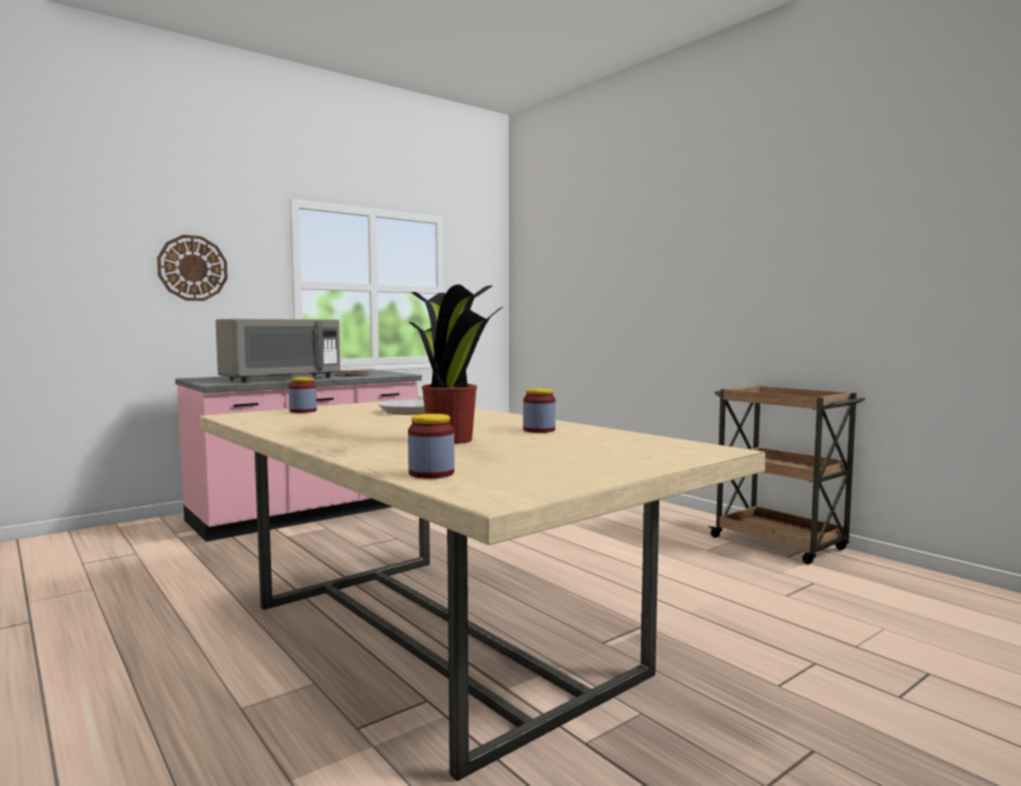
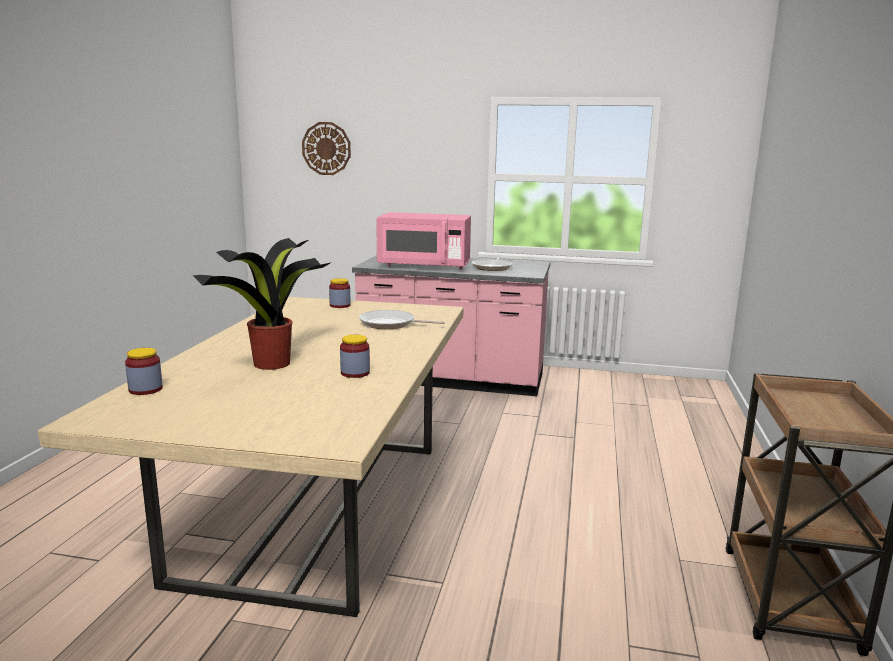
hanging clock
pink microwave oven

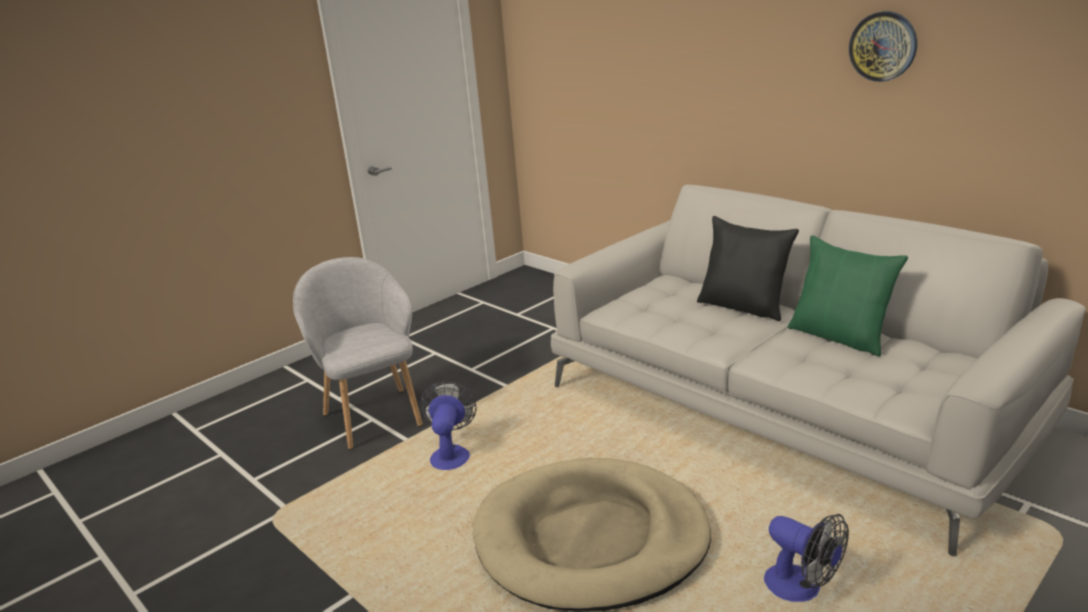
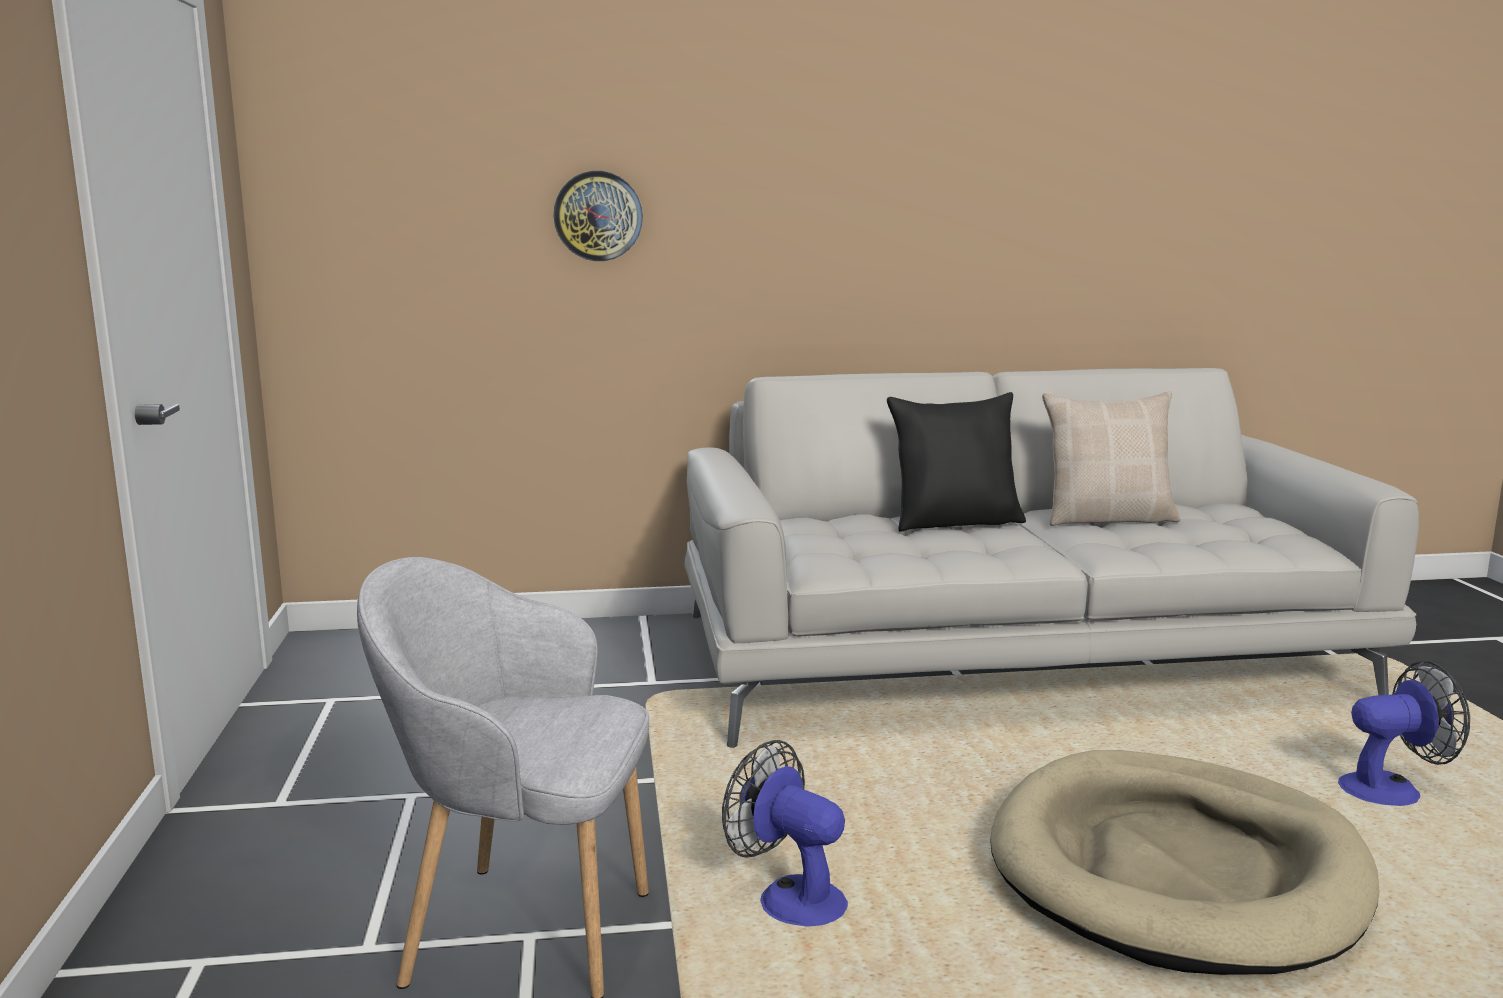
hanging clock
beige-coloured pillow

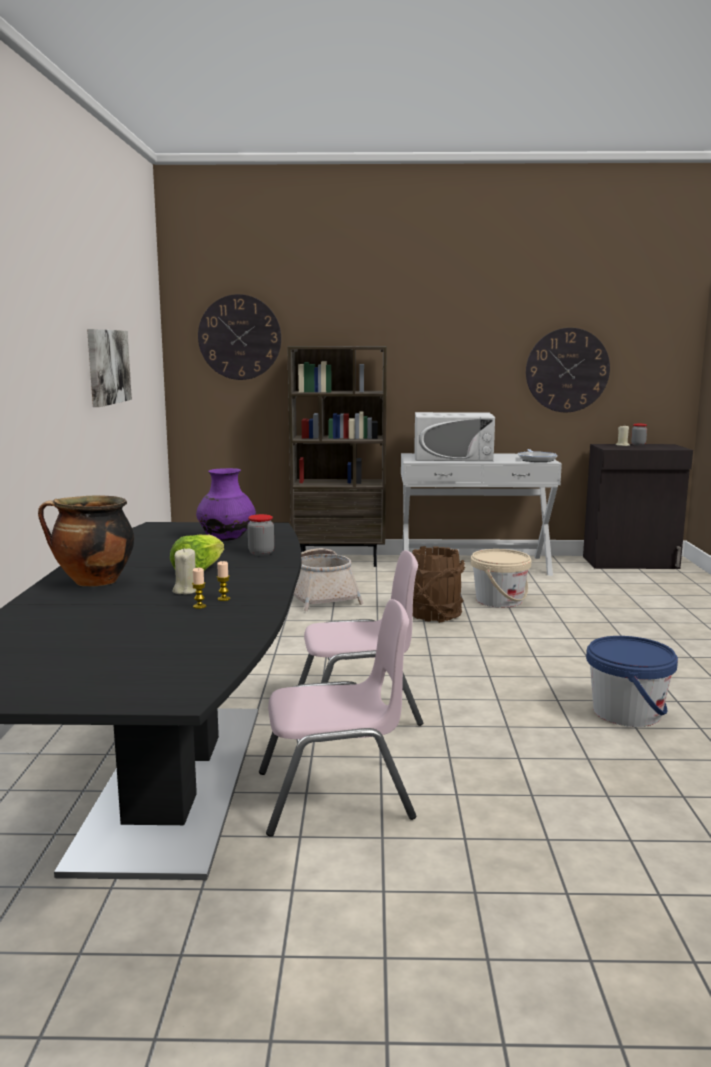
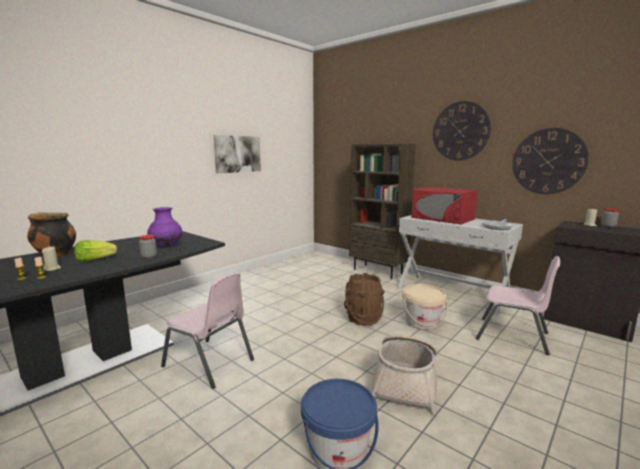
hanging clock (no. 1 from left)
red-coloured microwave oven
household basket
pink chair (no. 2 from left)

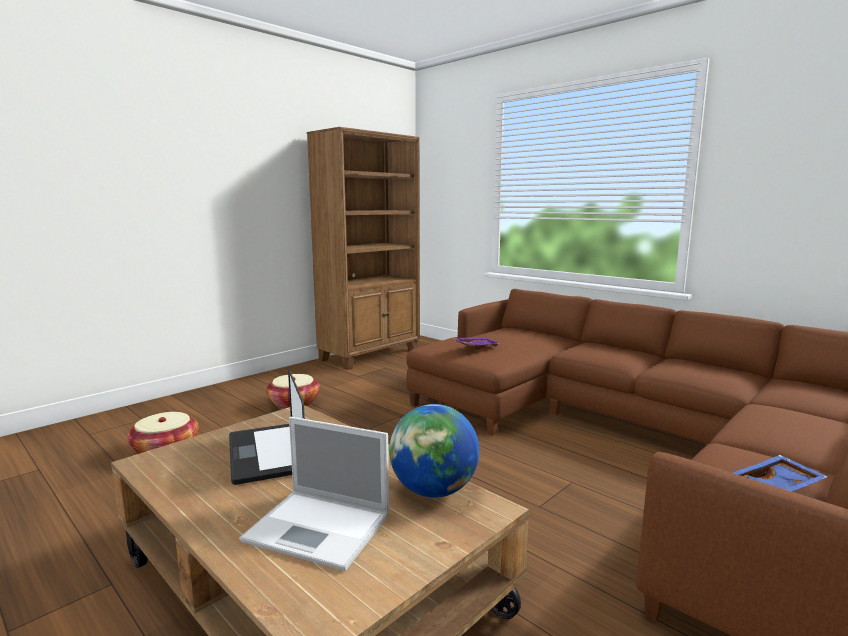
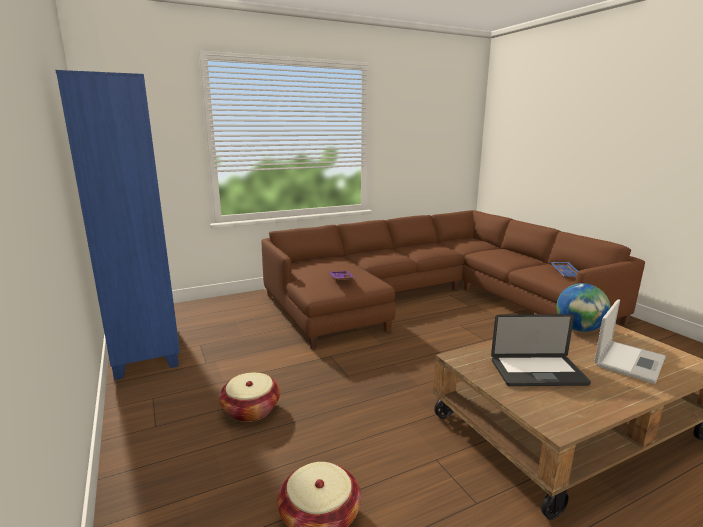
blue bookcase

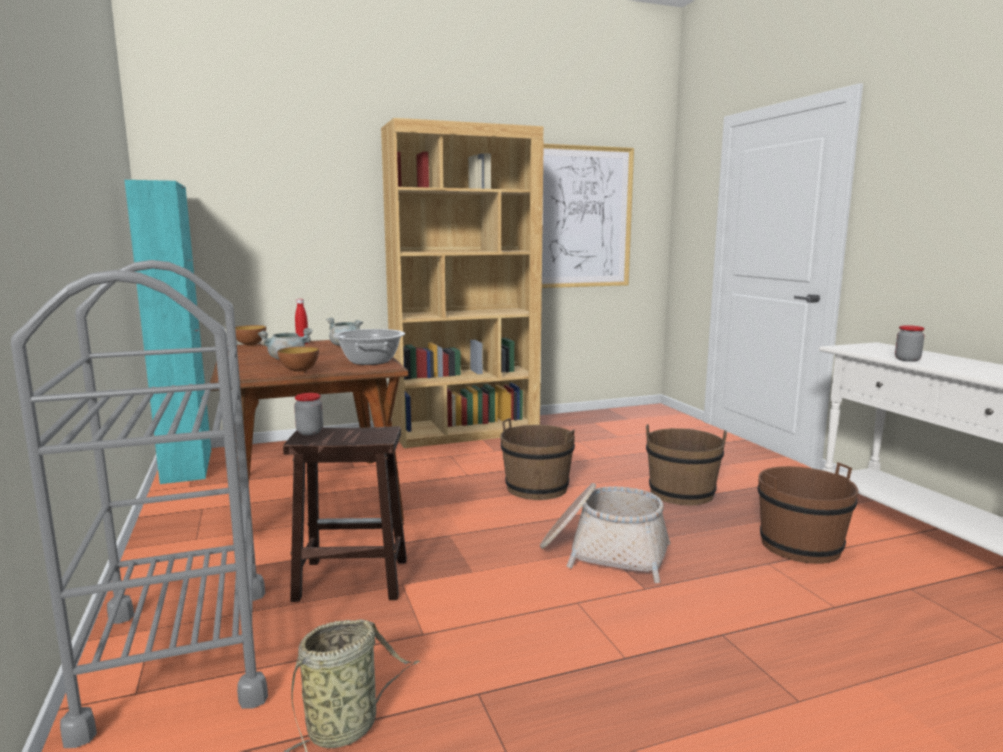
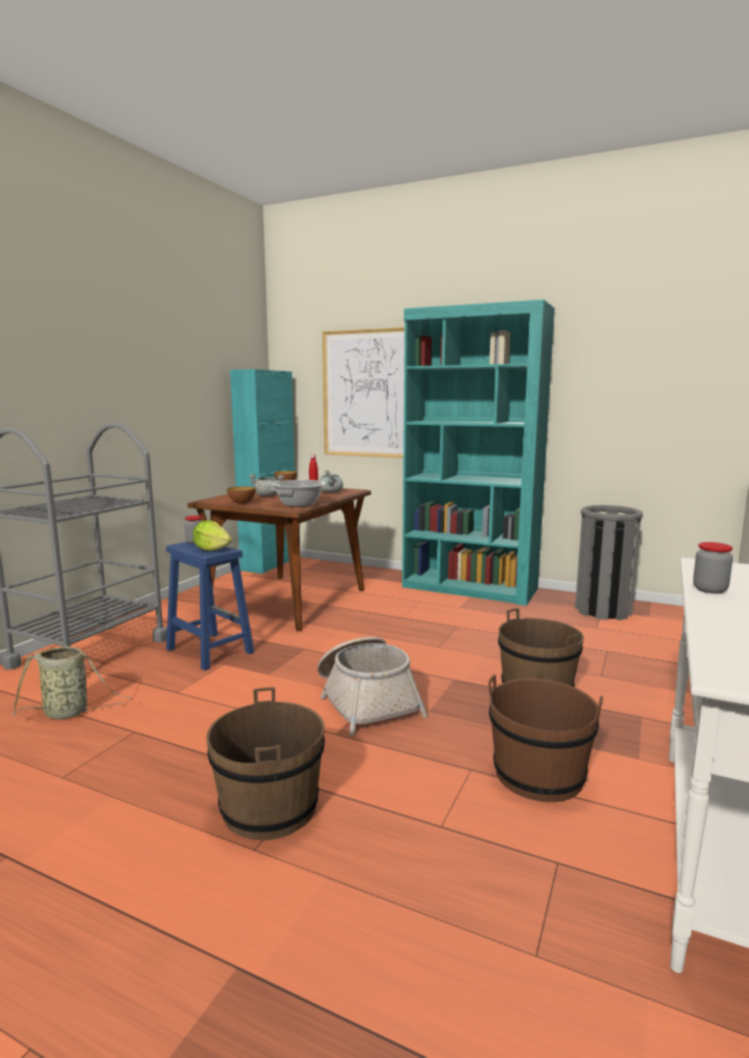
blue-green bookcase
wall picture
brownish bucket (no. 1 from left)
blue sitting stool
gray trash can
head of lettuce

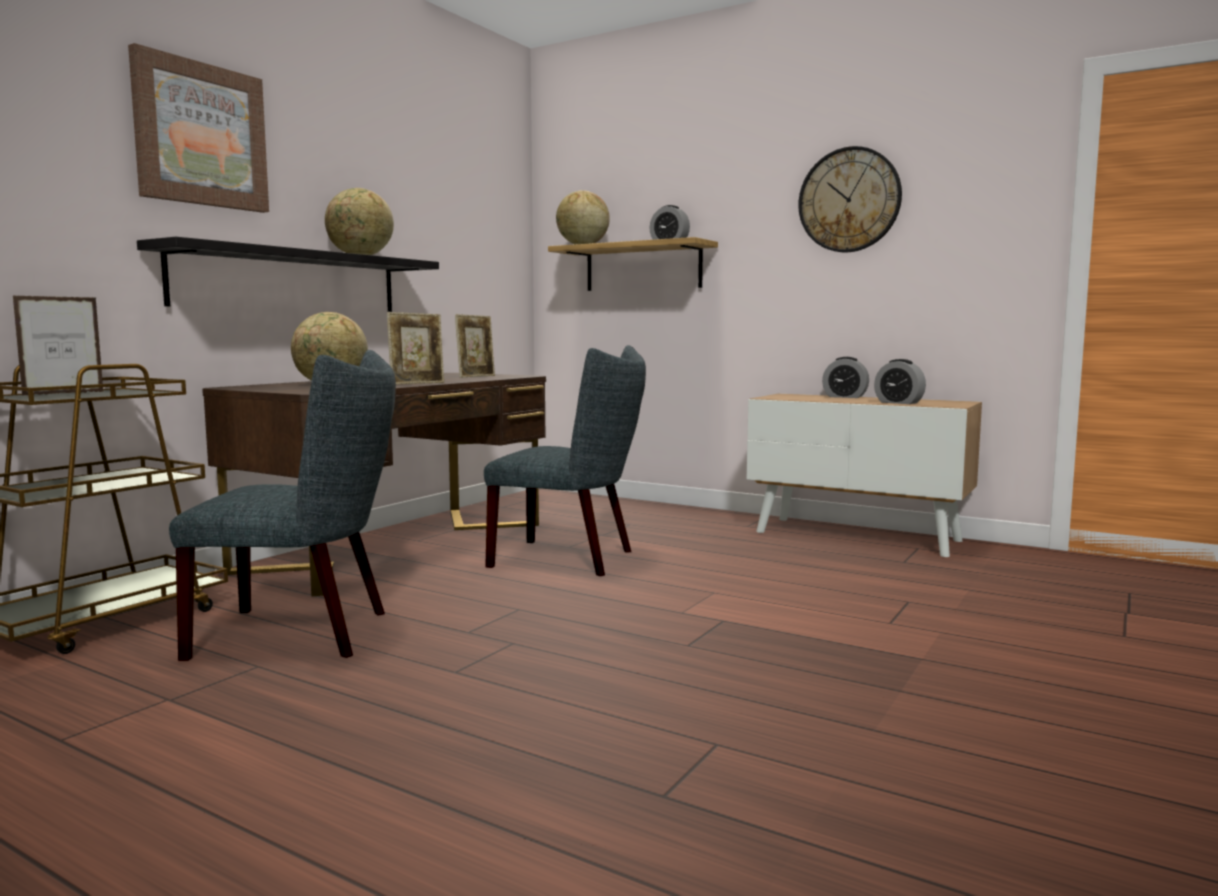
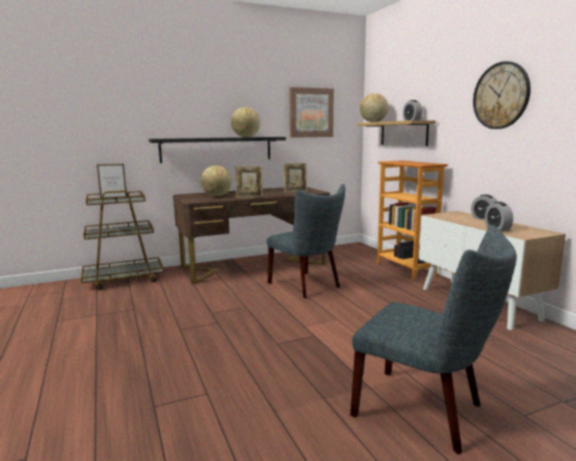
wall picture
gray chair (no. 2 from left)
bookcase

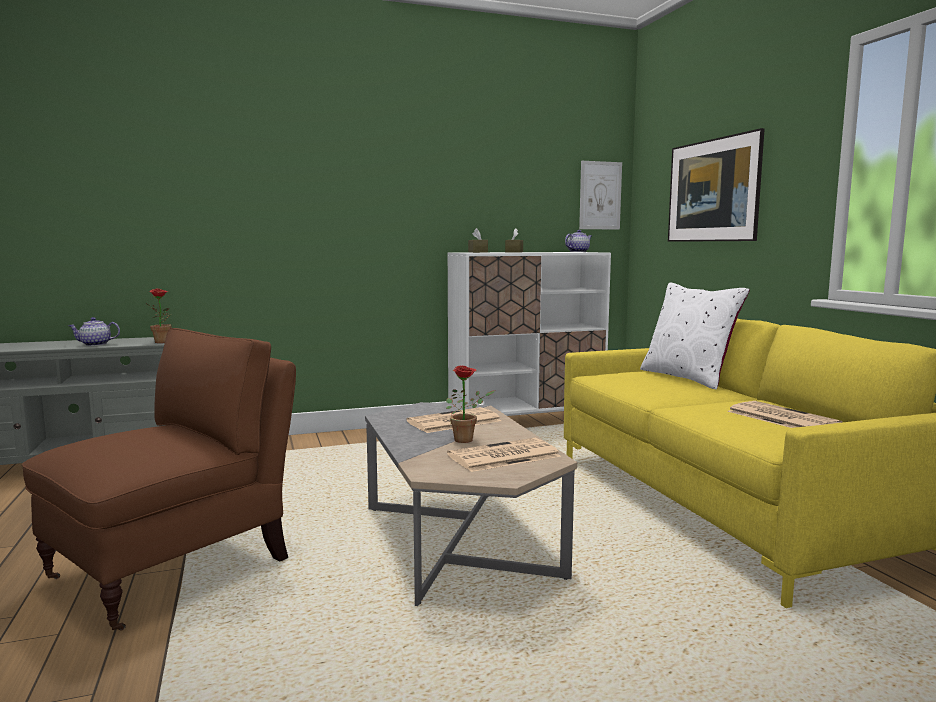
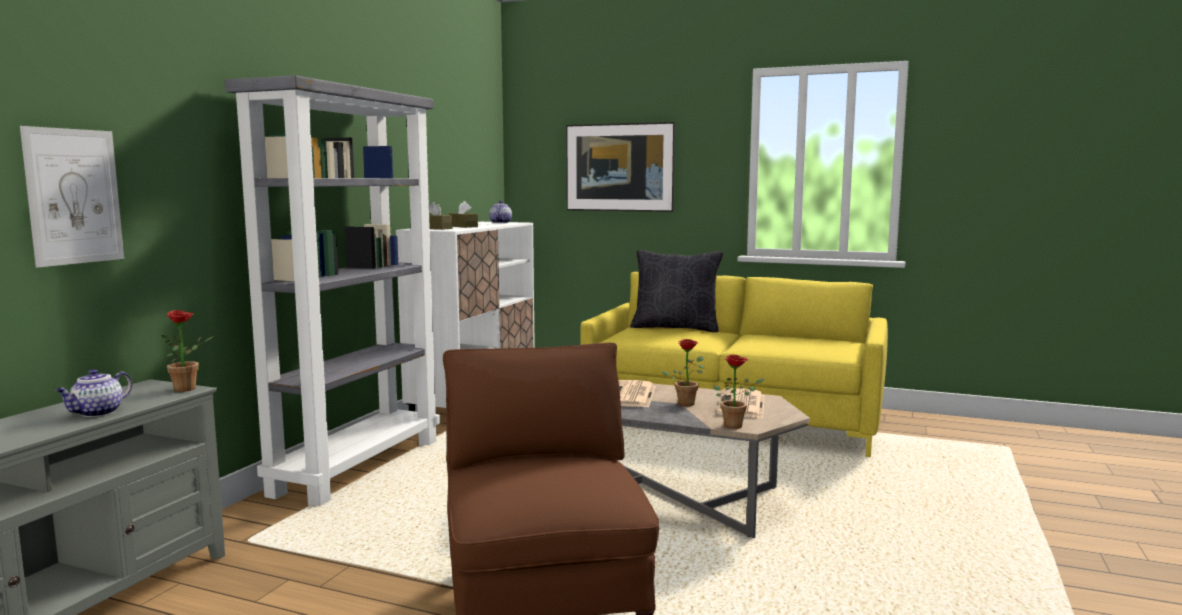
wall picture (no. 1 from left)
black-coloured pillow
printed paper (no. 3 from left in the first image)
gray bookcase
potted plant (no. 3 from left)

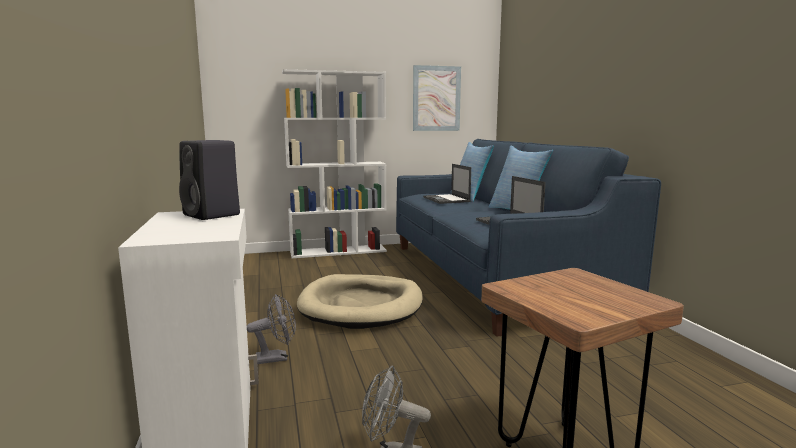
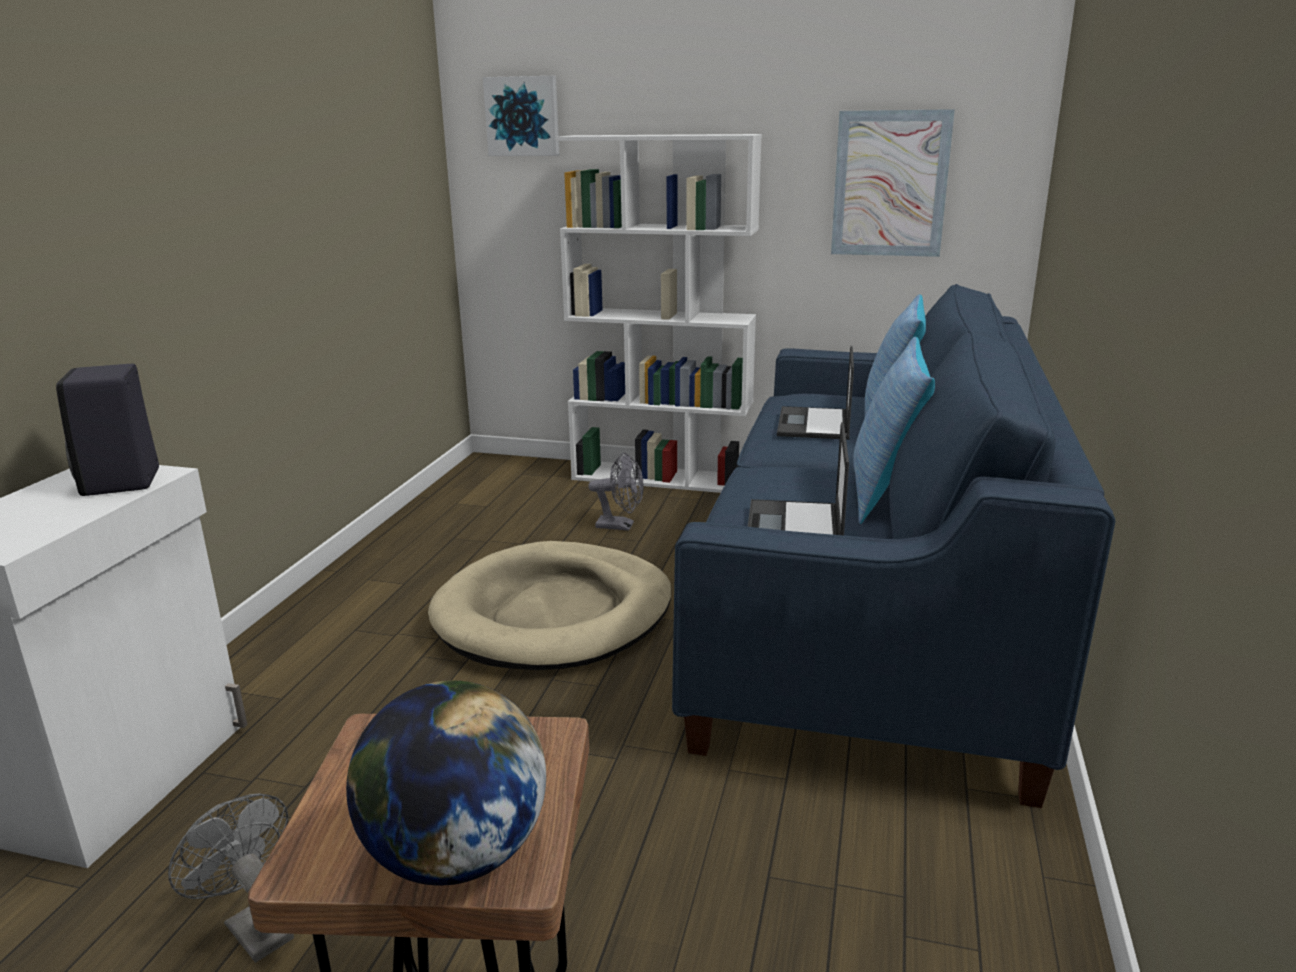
gray cooling fan (no. 2 from left)
wall picture (no. 1 from left)
globe

